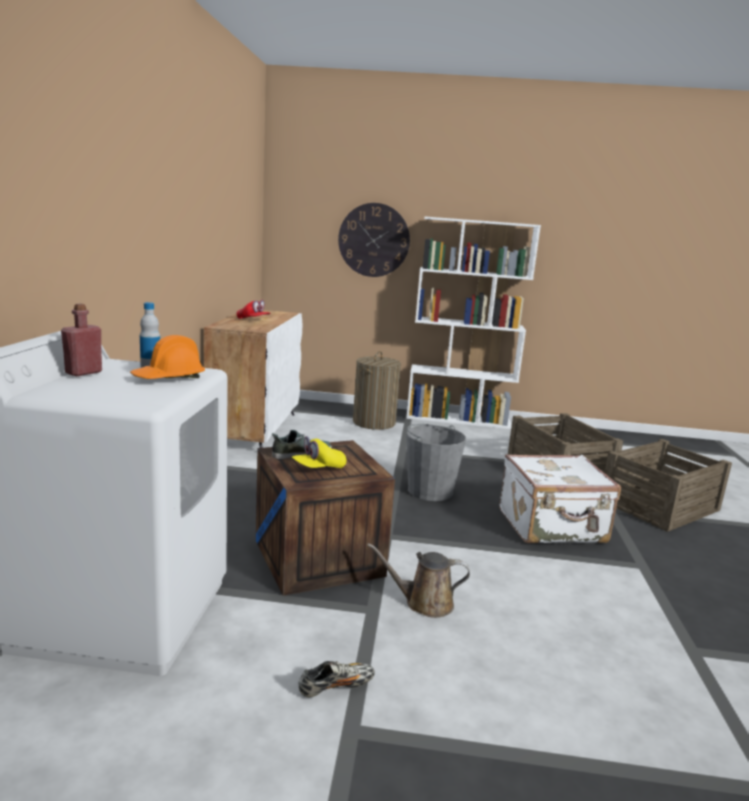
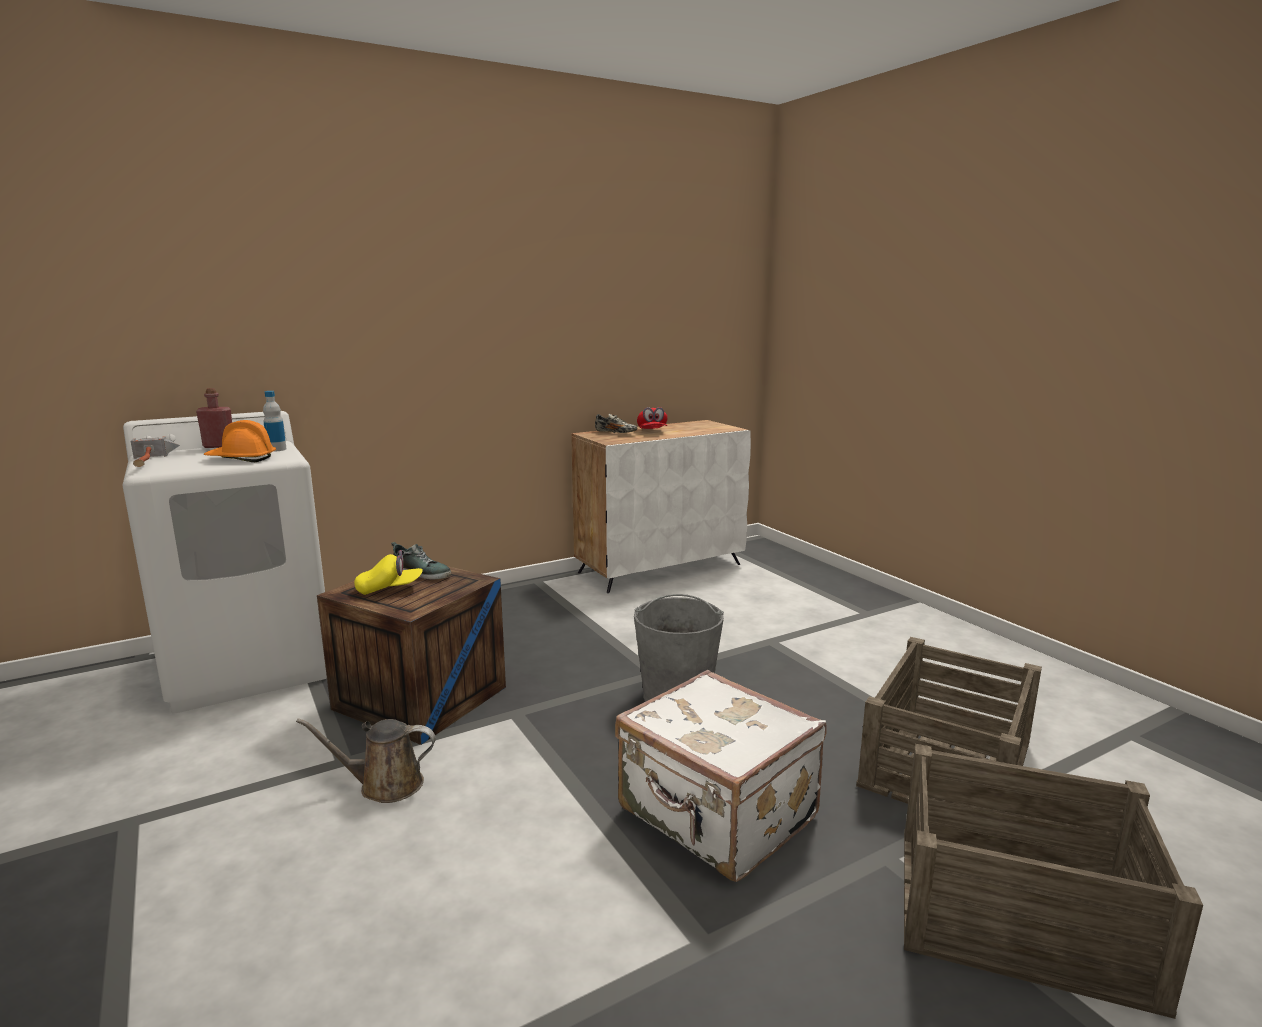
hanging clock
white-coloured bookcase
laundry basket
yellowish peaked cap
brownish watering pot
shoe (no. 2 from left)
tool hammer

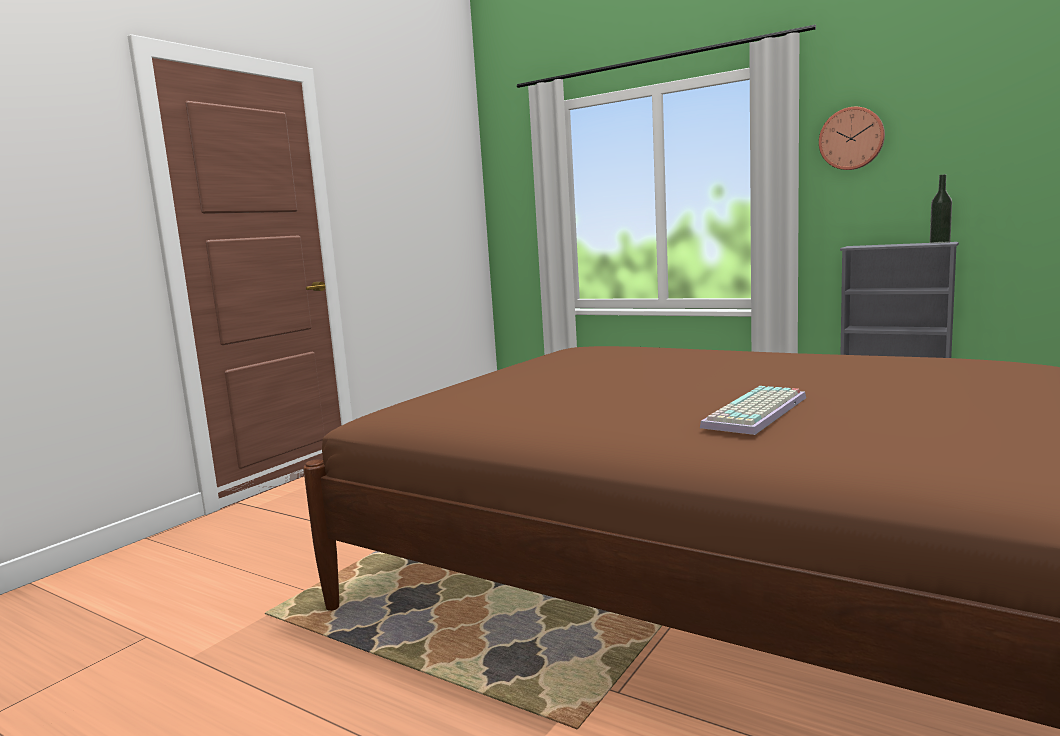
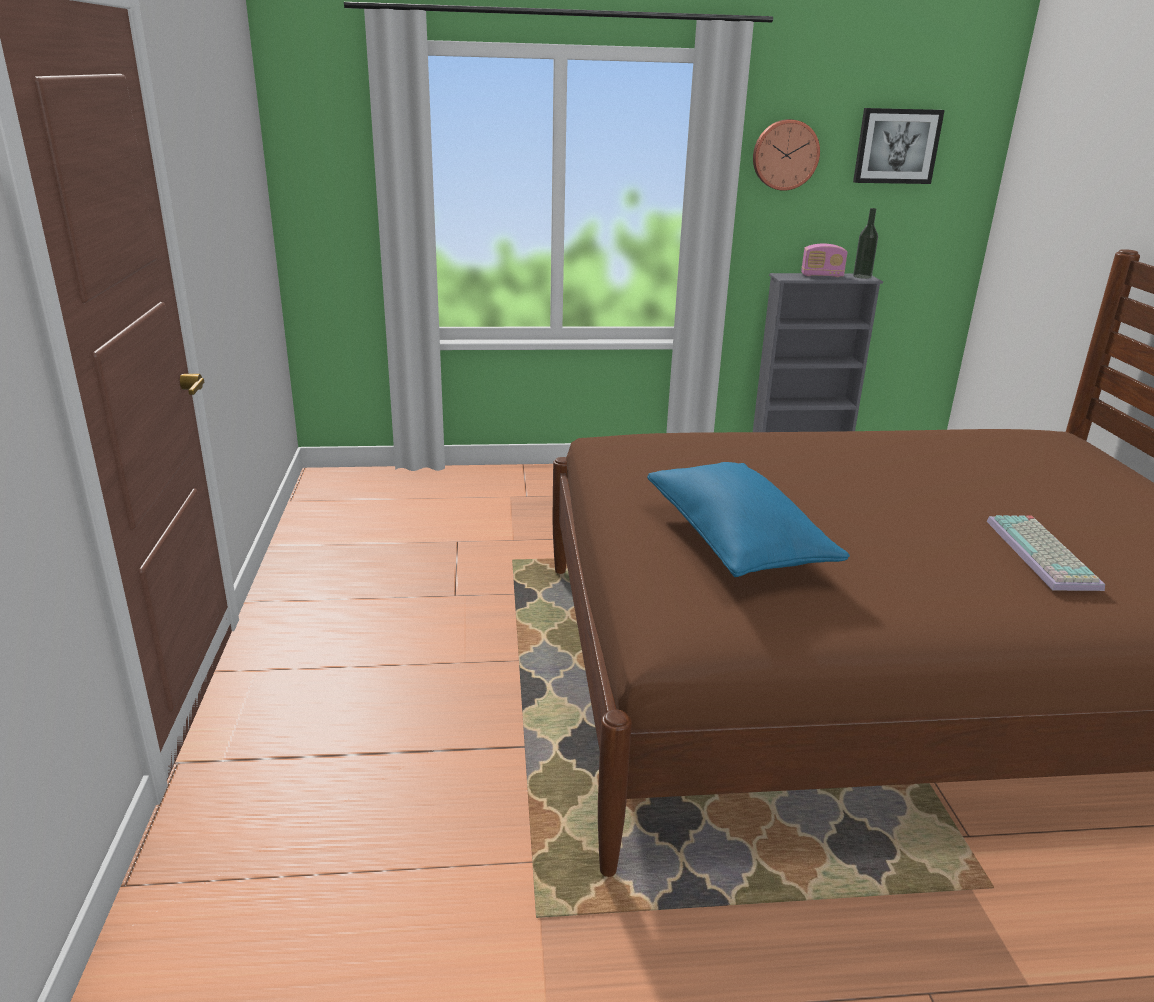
wall picture
radio receiver
blue pillow

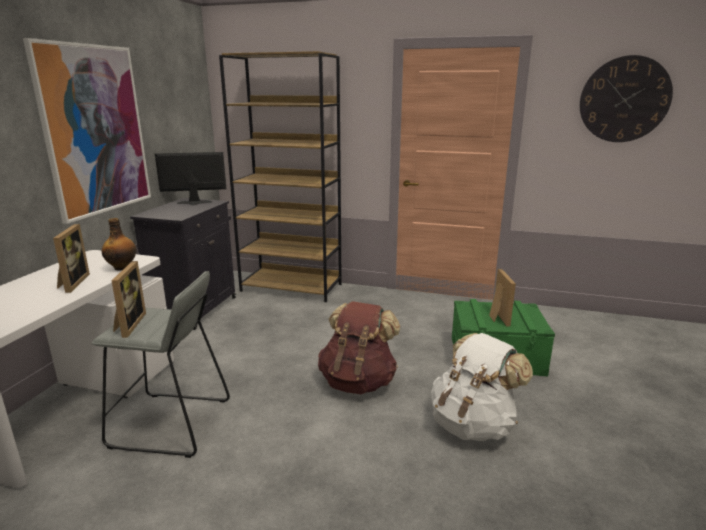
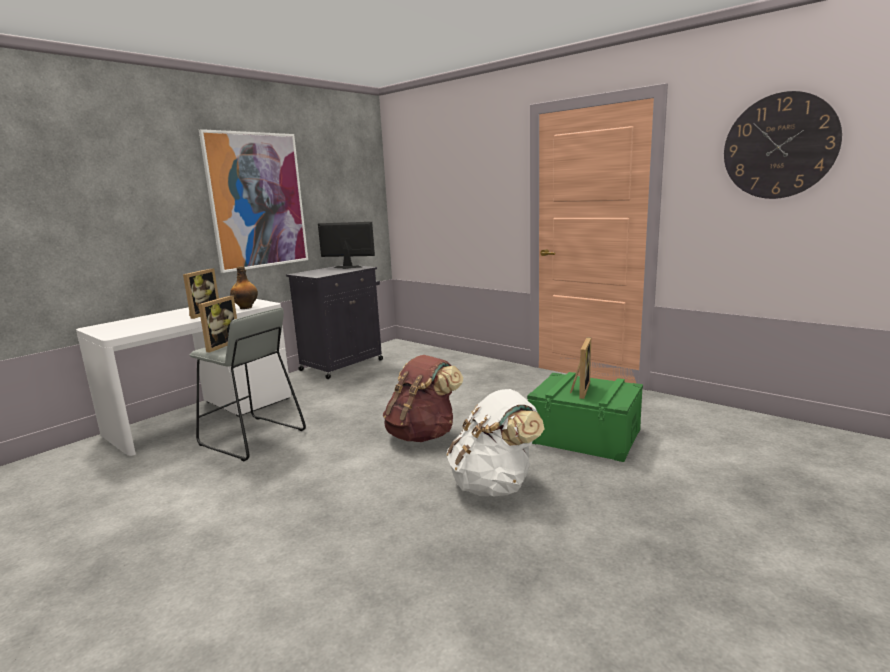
brownish bookcase

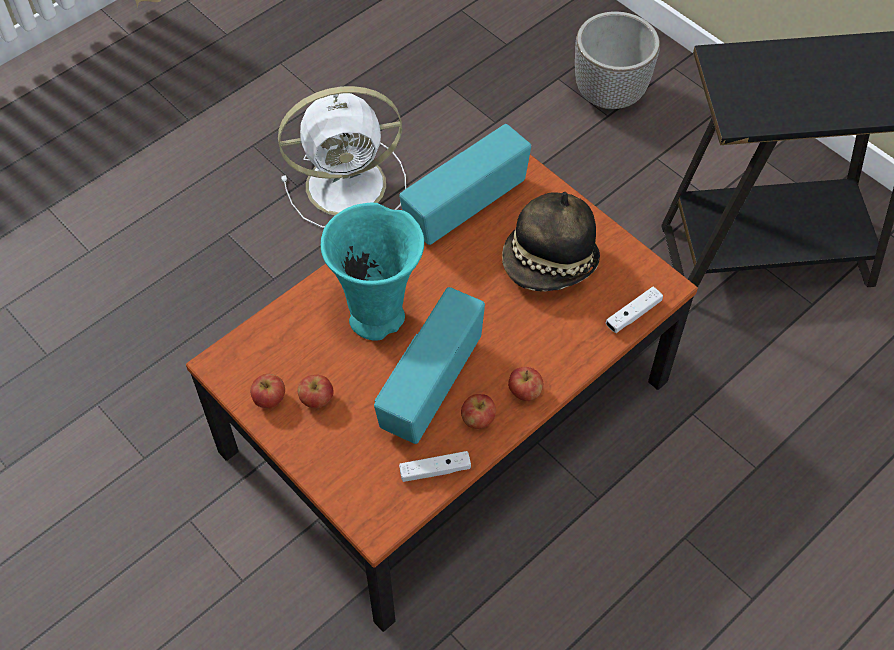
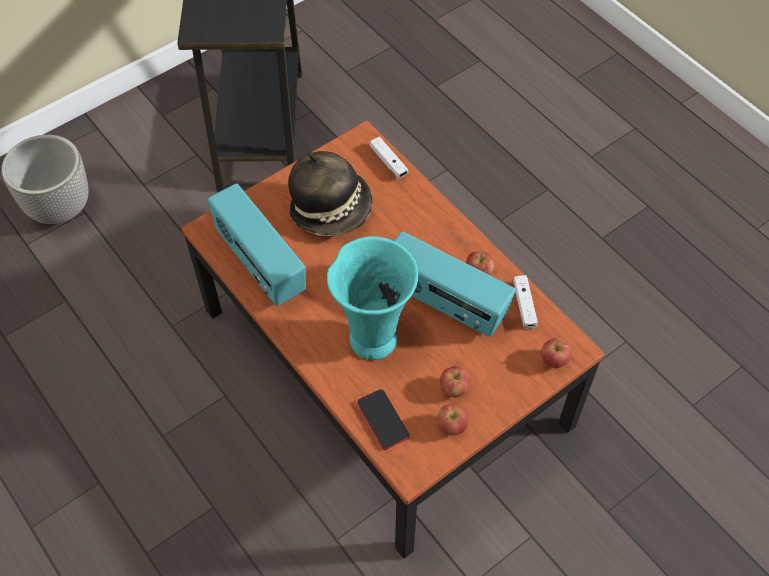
white-coloured cooling fan
apple (no. 4 from left)
handset

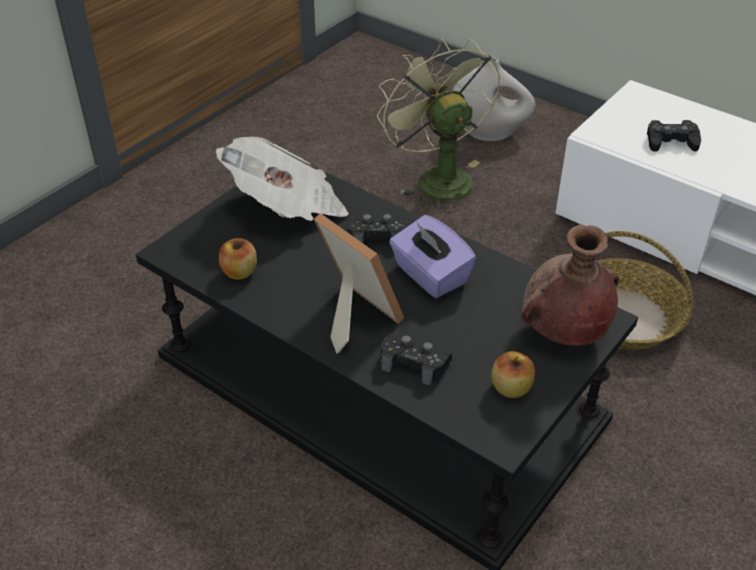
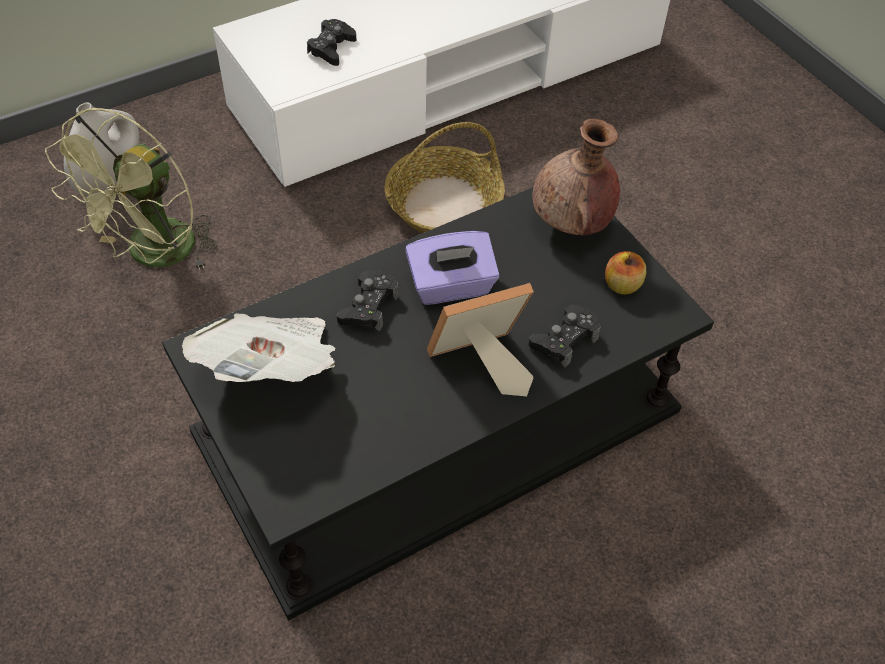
greenish cooling fan
apple (no. 1 from left in the first image)

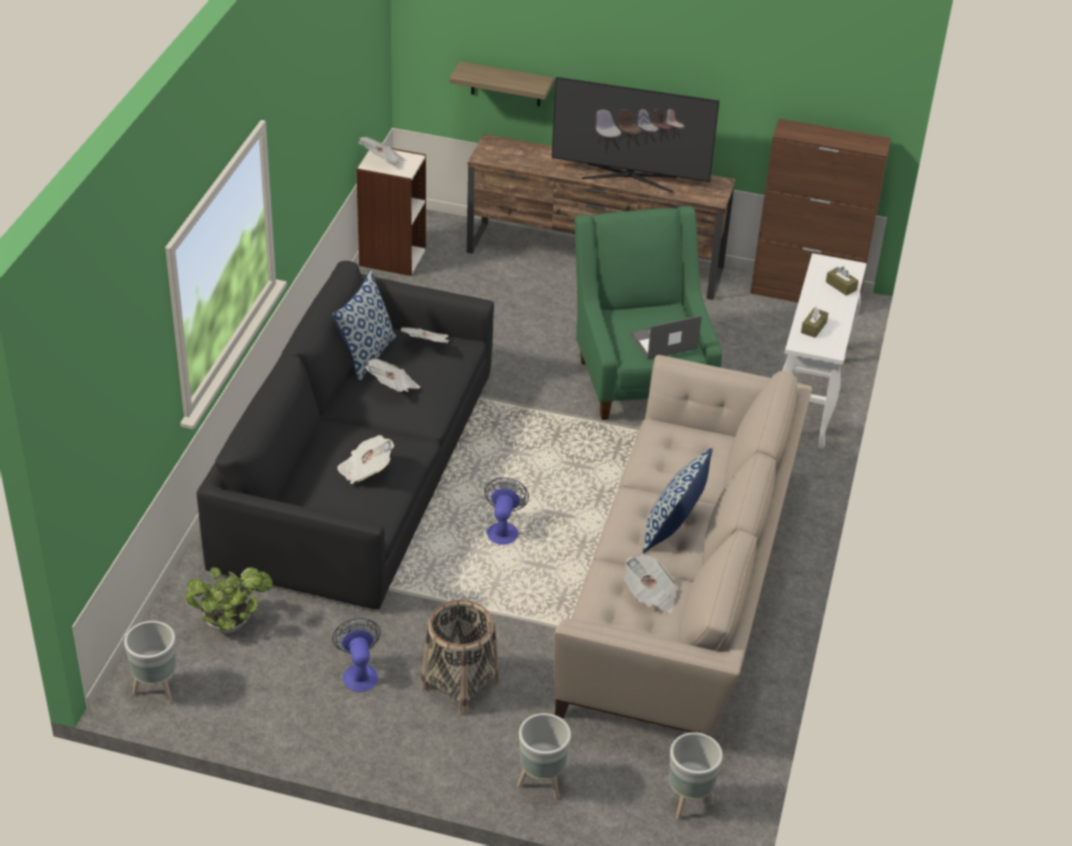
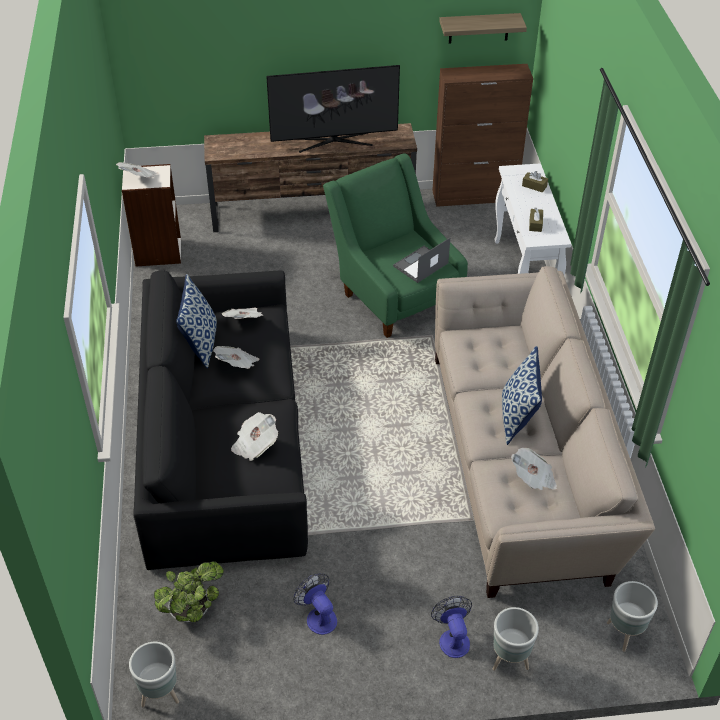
bracket shelf
cooling fan (no. 2 from left)
household basket

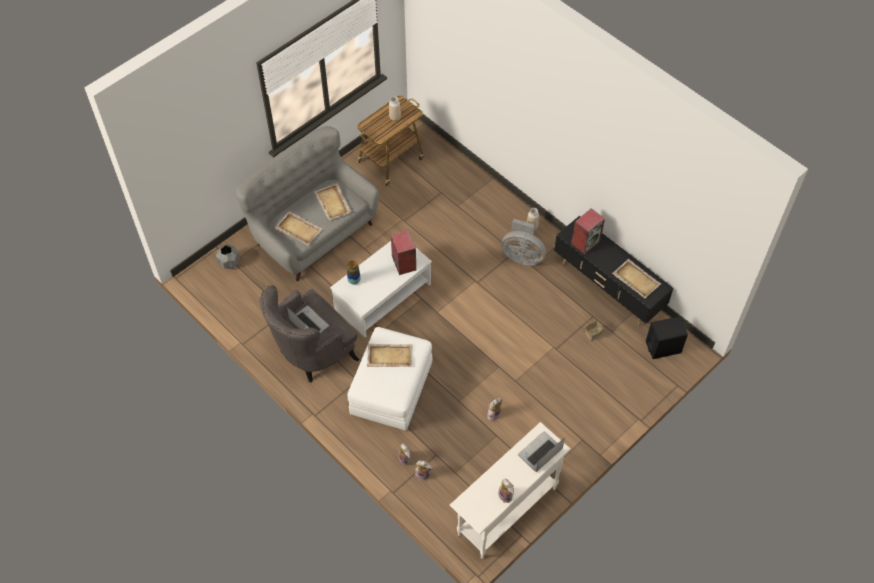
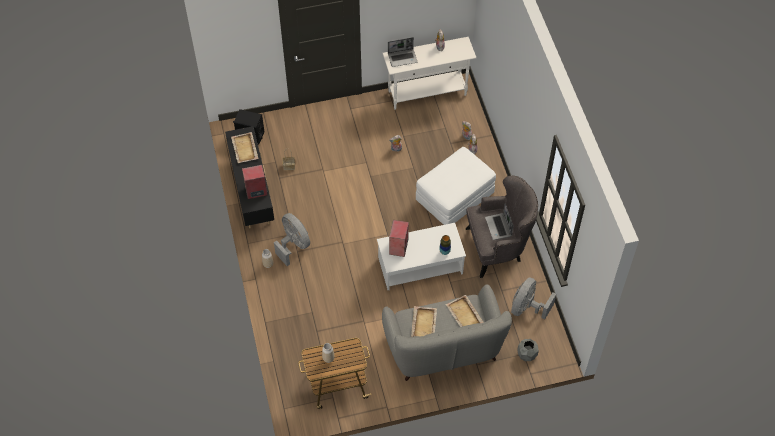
beige-coloured carrying tray (no. 3 from left in the first image)
gray cooling fan (no. 2 from left)

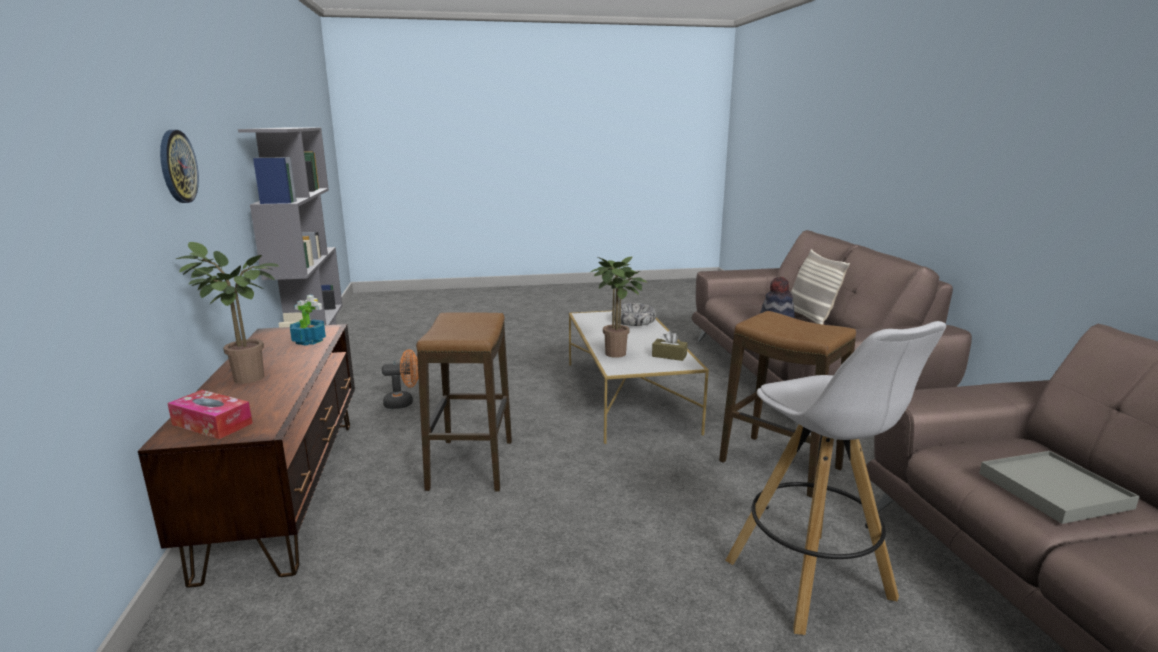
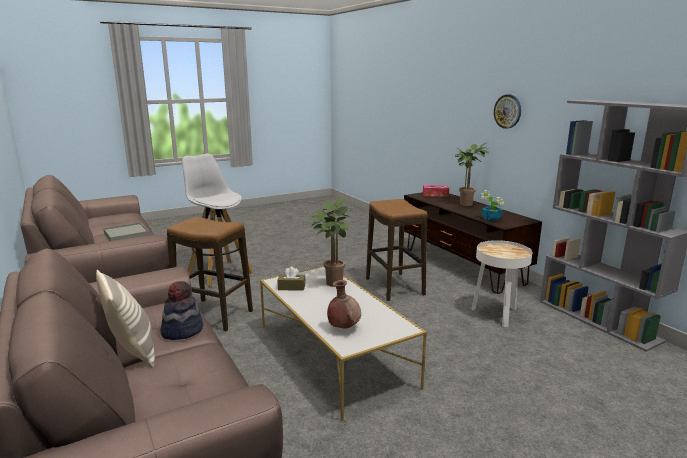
brownish decorative vase
white-coloured end table

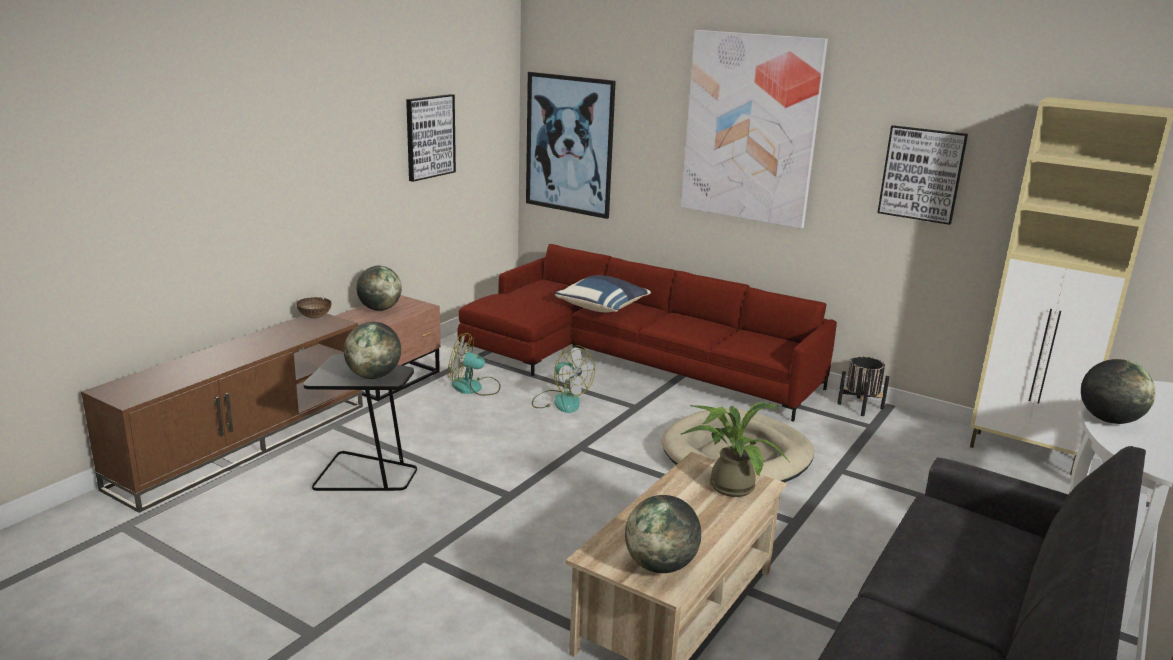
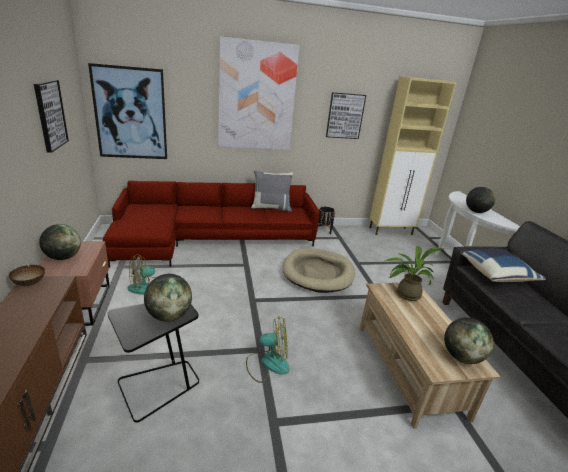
blue pillow
cooling fan (no. 2 from left)
gray pillow

